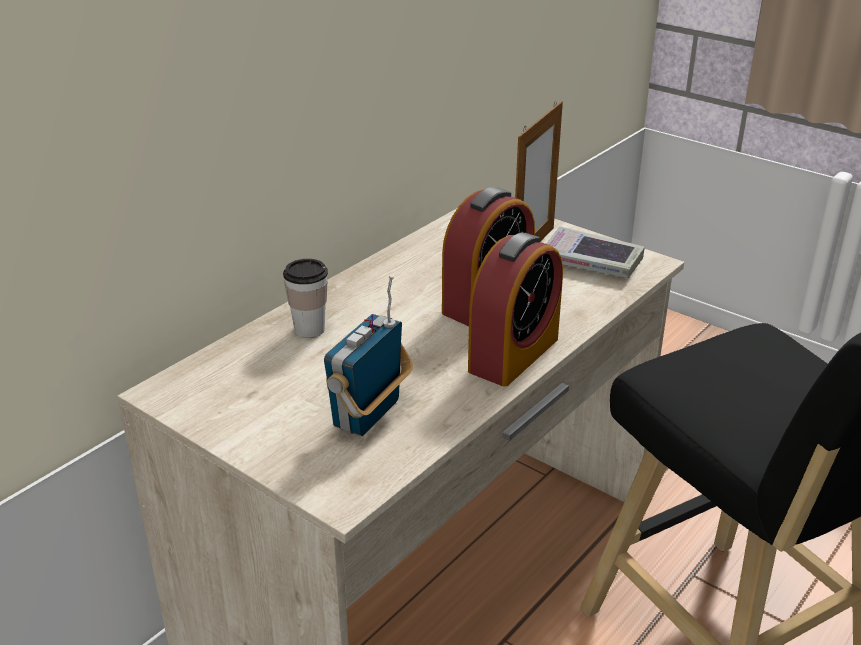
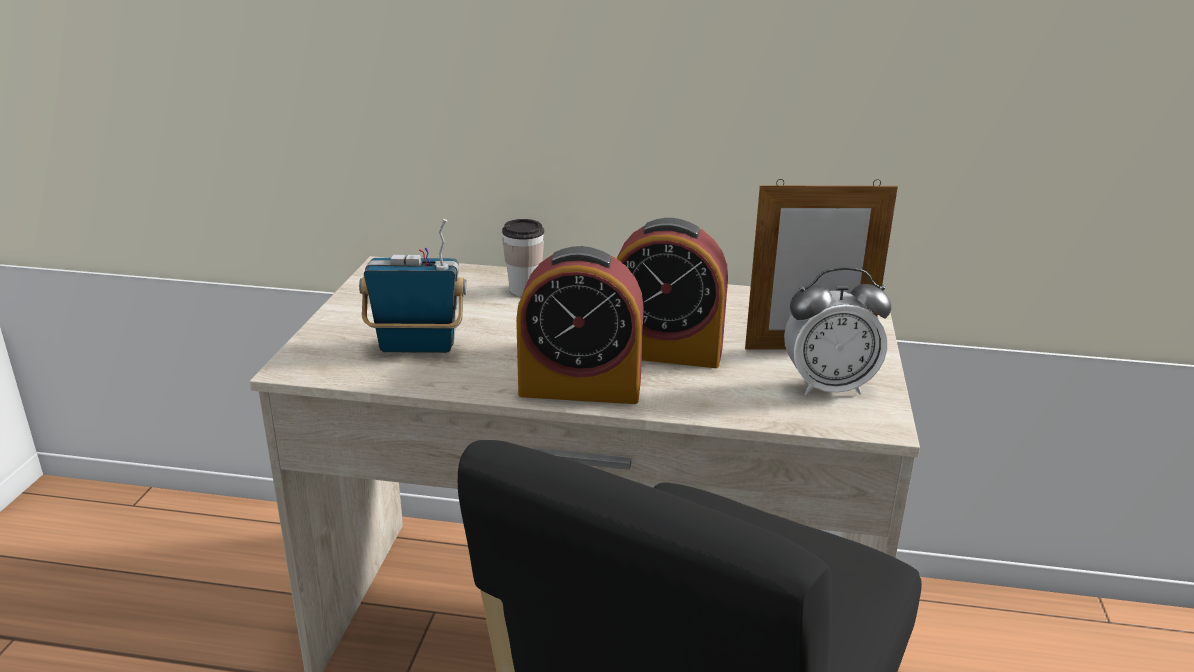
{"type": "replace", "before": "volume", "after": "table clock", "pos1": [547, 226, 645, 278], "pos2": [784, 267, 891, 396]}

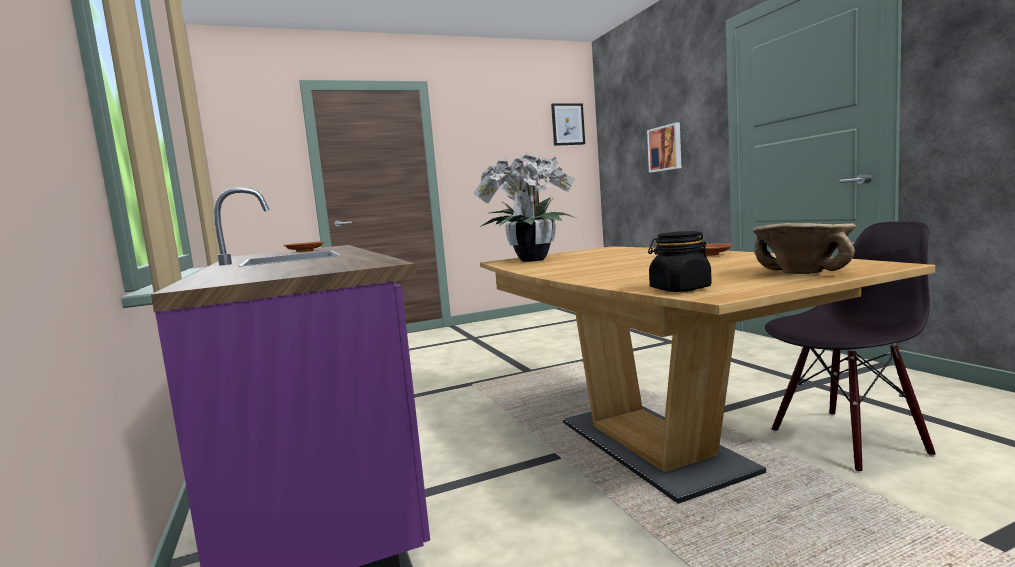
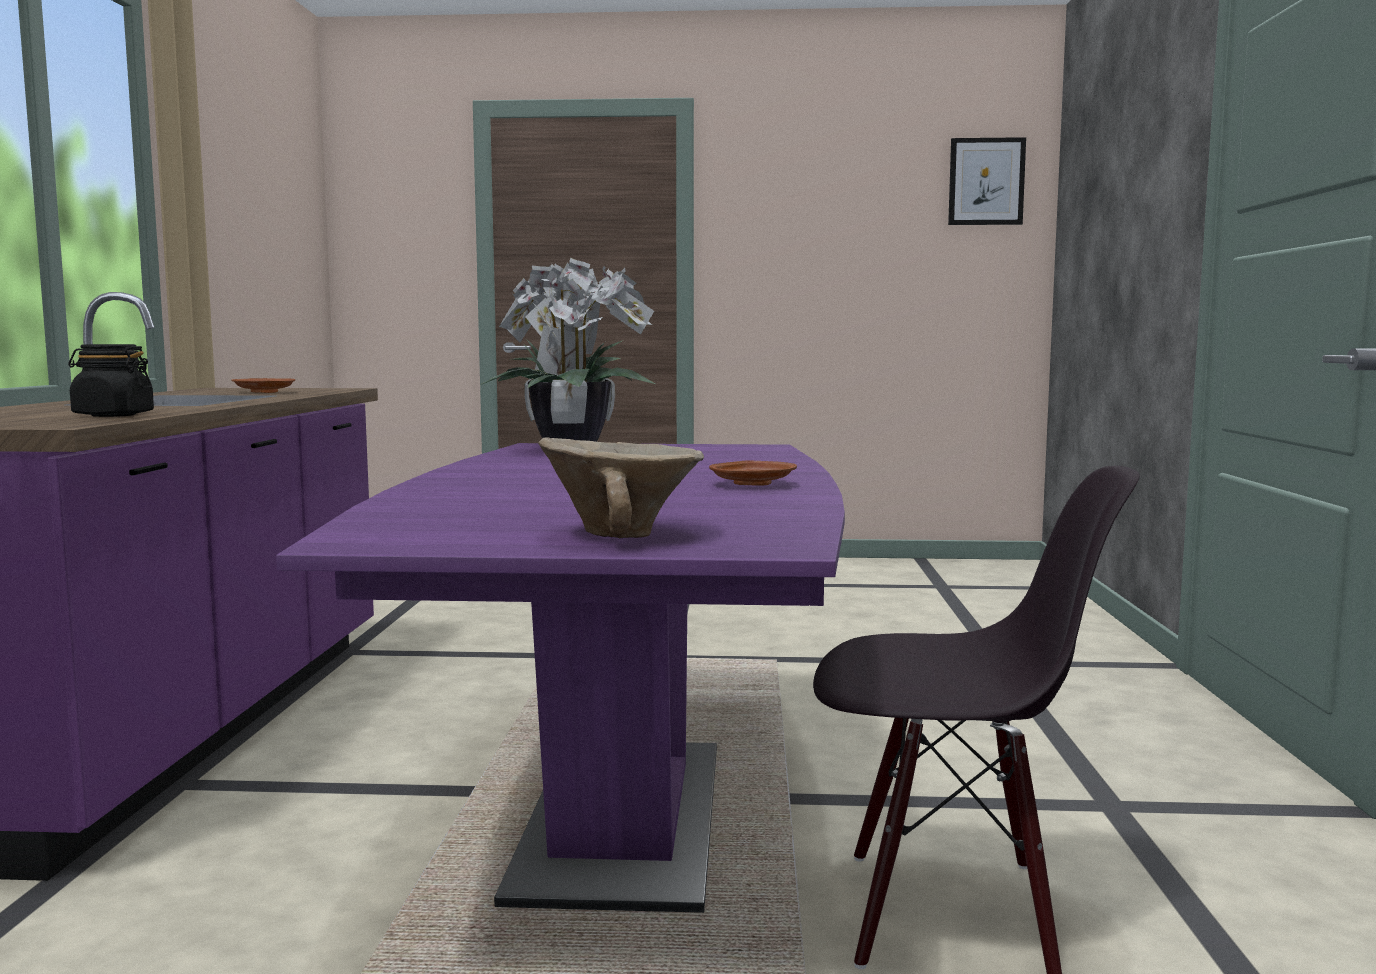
{"type": "recolor", "before": "kitchen table in brown", "after": "kitchen table in purple", "pos1": [480, 246, 935, 504], "pos2": [276, 443, 845, 913]}
{"type": "delete", "before": "wall art", "pos1": [647, 123, 681, 173]}
{"type": "move", "before": "jar in black", "pos1": [648, 231, 712, 292], "pos2": [68, 344, 154, 417]}

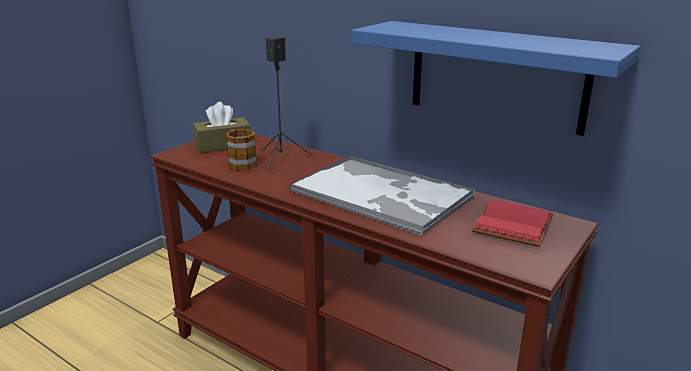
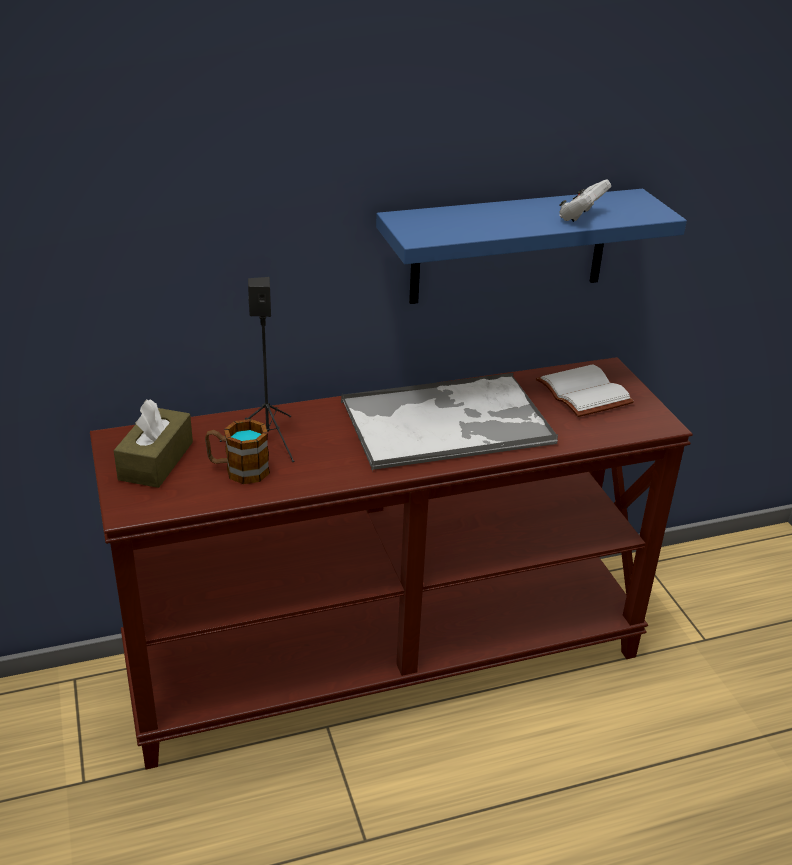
{"type": "recolor", "before": "volume in red-coloured", "after": "volume in white-coloured", "pos1": [472, 200, 554, 247], "pos2": [536, 364, 634, 417]}
{"type": "insert", "after": "game controller in white-coloured", "pos2": [559, 180, 611, 222]}

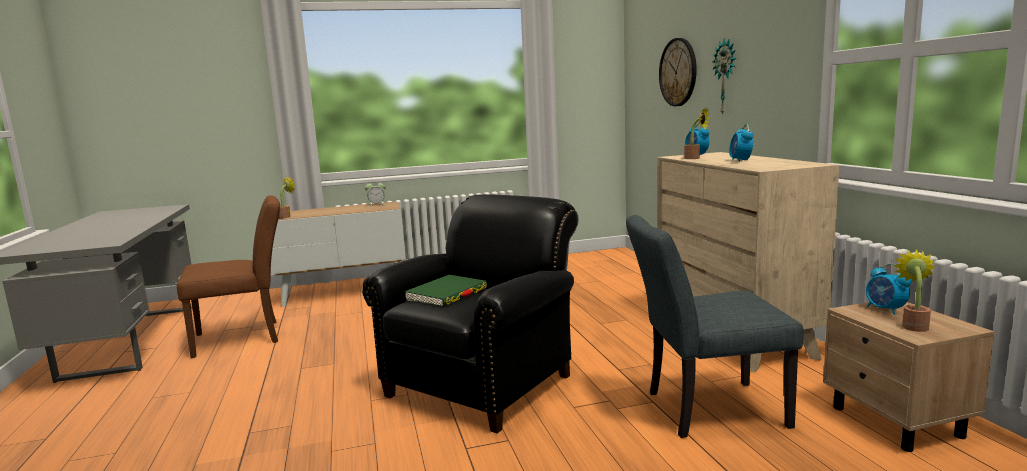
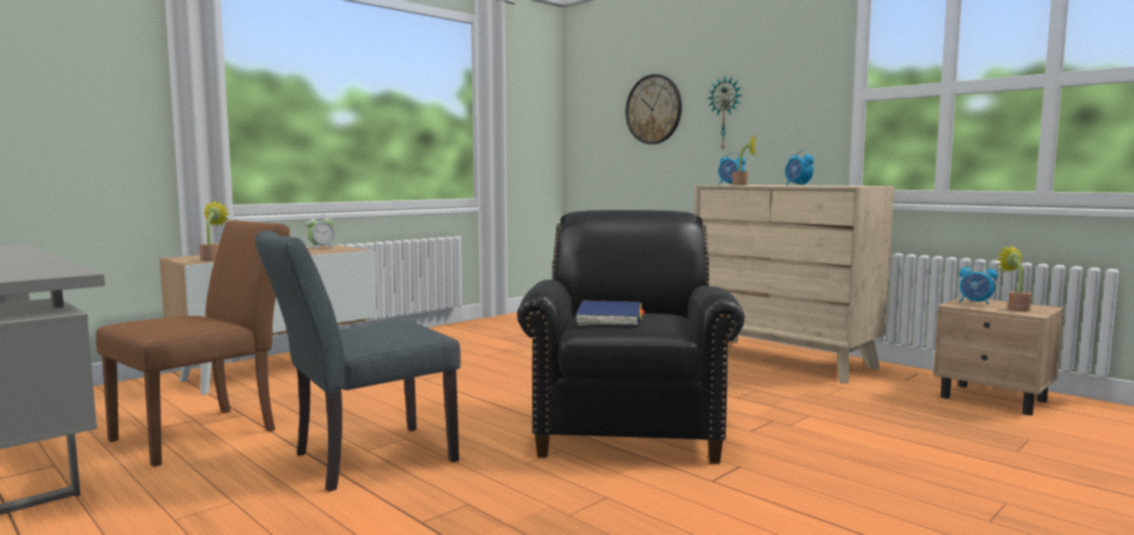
{"type": "recolor", "before": "volume in green", "after": "volume in blue-coloured", "pos1": [404, 275, 487, 306], "pos2": [576, 300, 645, 326]}
{"type": "move", "before": "chair in gray", "pos1": [626, 215, 803, 438], "pos2": [255, 231, 461, 492]}

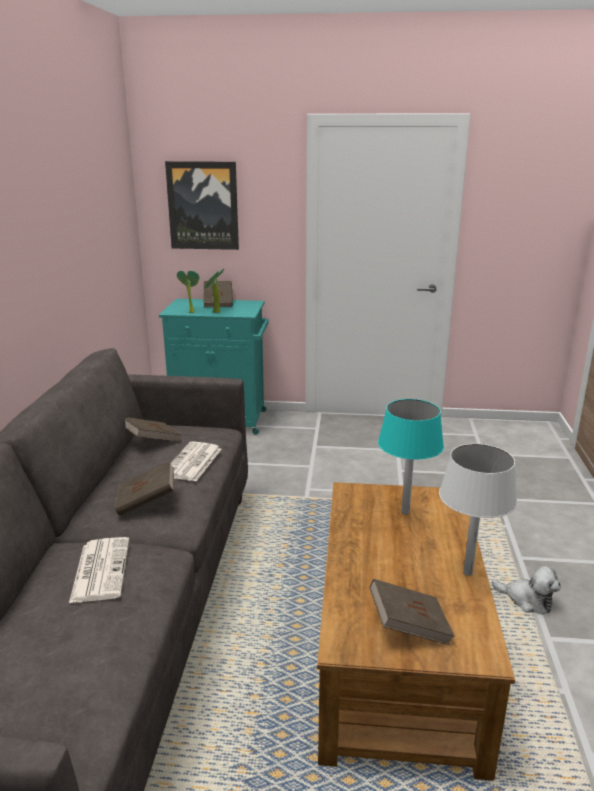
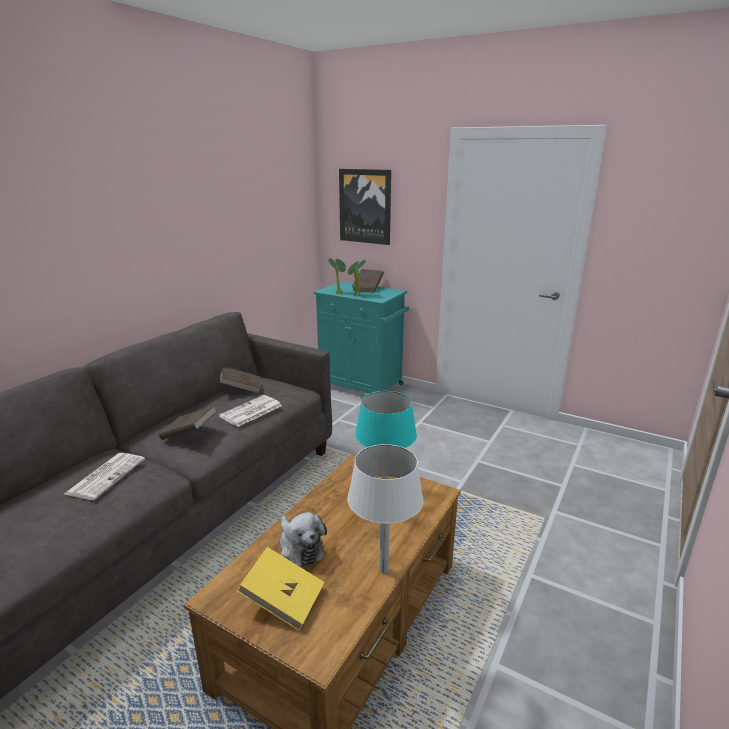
{"type": "recolor", "before": "volume in brown", "after": "volume in yellow", "pos1": [370, 579, 455, 645], "pos2": [237, 547, 325, 631]}
{"type": "move", "before": "cuddly toy", "pos1": [492, 566, 561, 614], "pos2": [280, 512, 327, 568]}

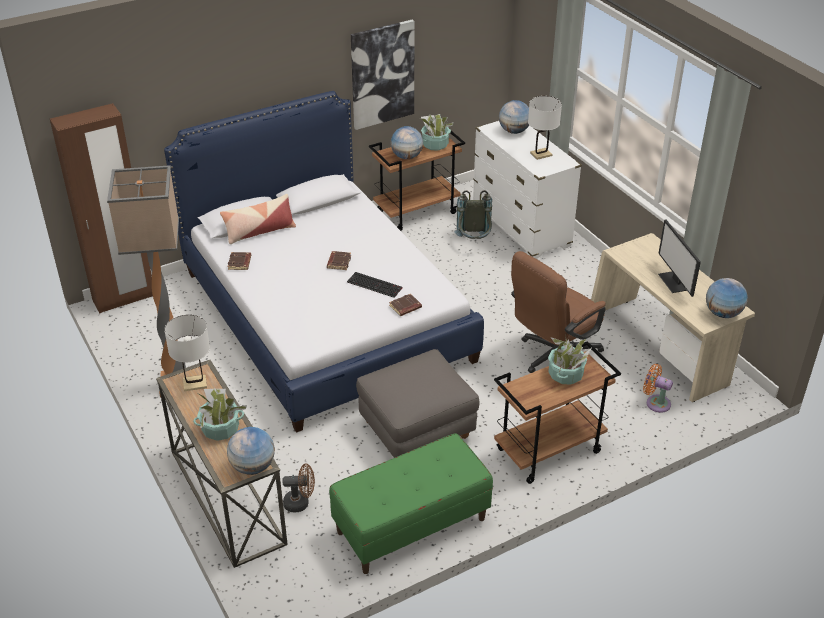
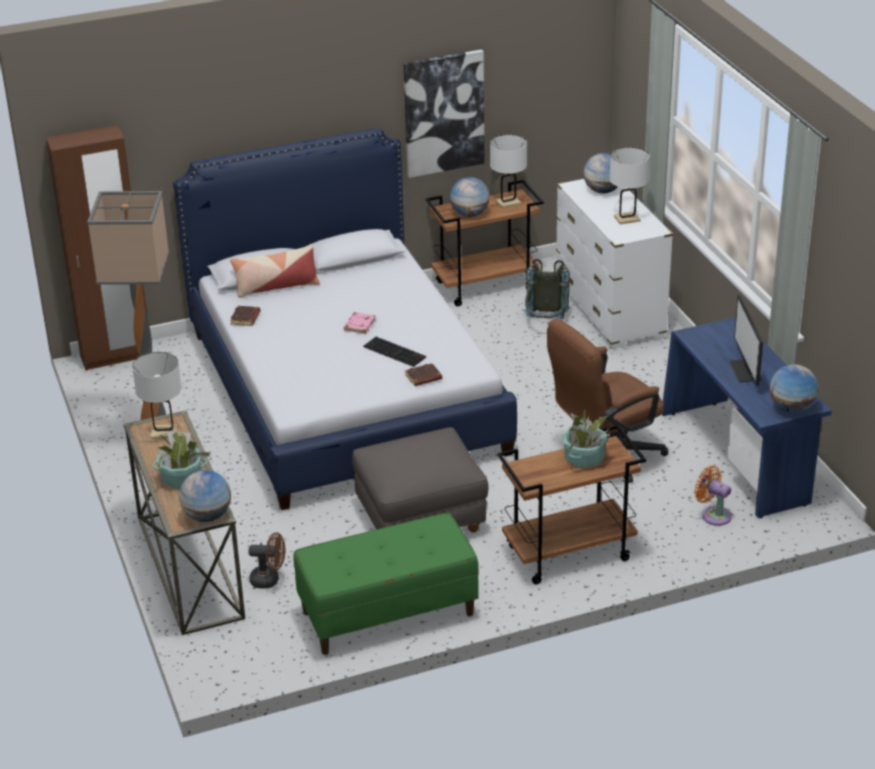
{"type": "recolor", "before": "volume in brown", "after": "volume in pink-coloured", "pos1": [327, 251, 351, 270], "pos2": [344, 312, 376, 334]}
{"type": "replace", "before": "potted plant", "after": "tabletop lamp in white-coloured", "pos1": [420, 114, 454, 150], "pos2": [490, 134, 527, 208]}
{"type": "recolor", "before": "desk unit in sand-coloured", "after": "desk unit in blue-coloured", "pos1": [591, 233, 755, 402], "pos2": [662, 317, 832, 518]}

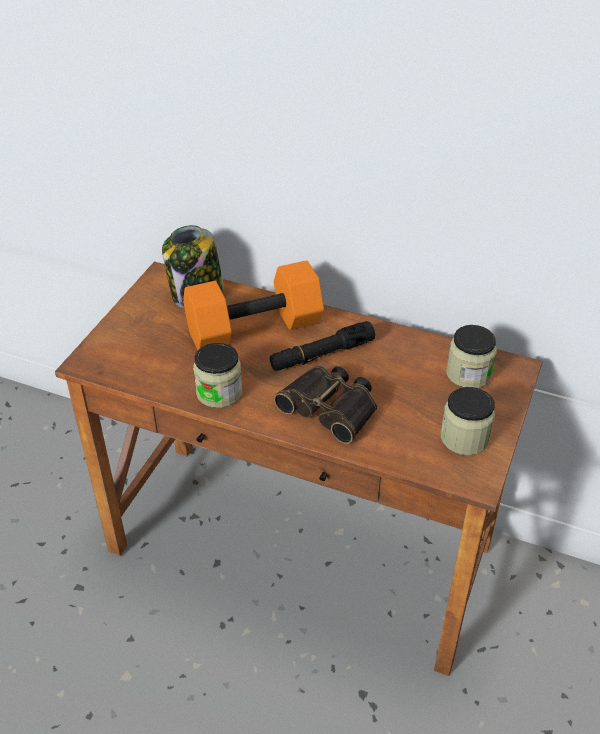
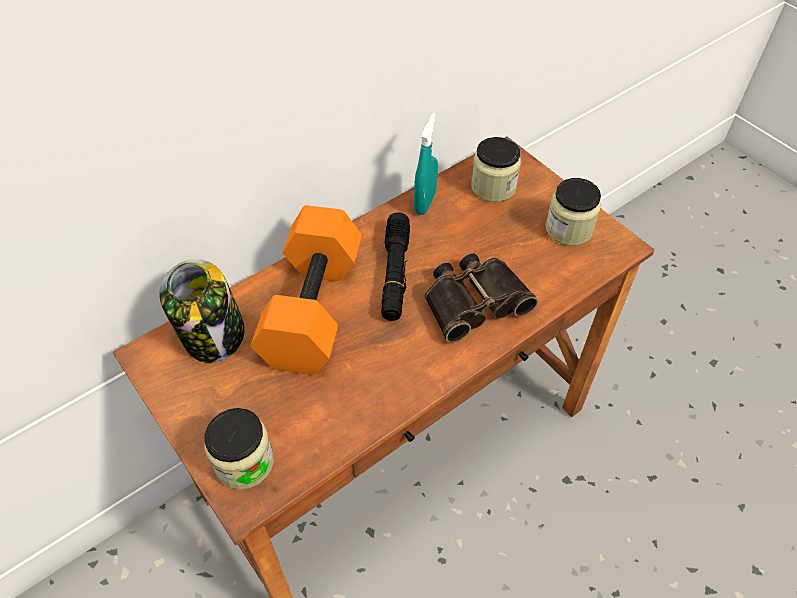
{"type": "move", "before": "jar", "pos1": [193, 343, 242, 408], "pos2": [204, 408, 274, 490]}
{"type": "insert", "after": "spray bottle in turquoise-coloured", "pos2": [414, 113, 438, 215]}

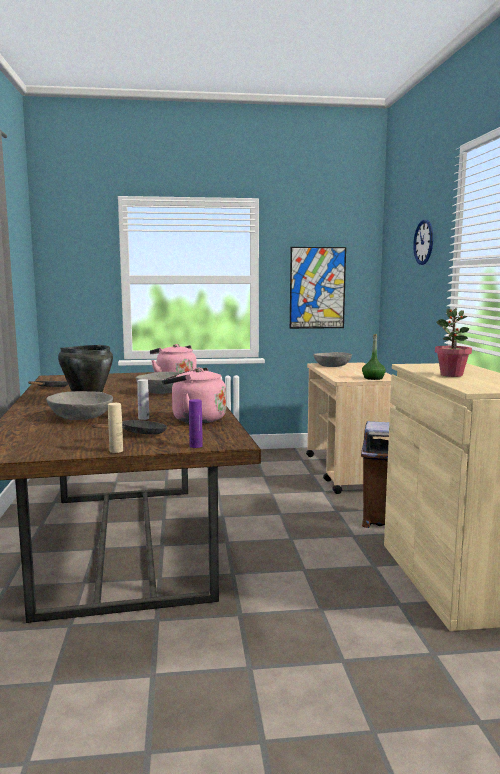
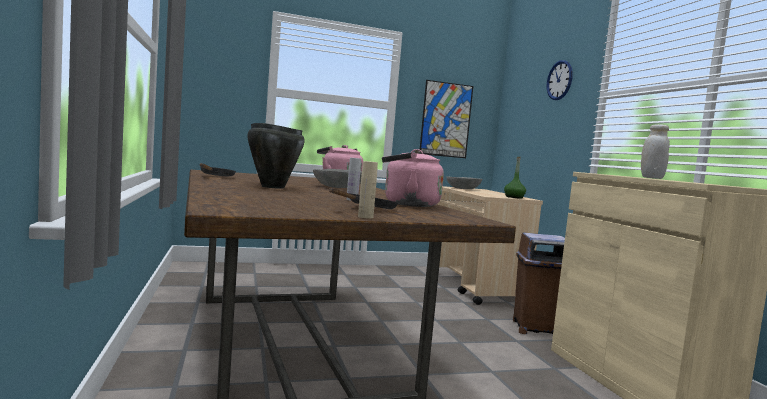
{"type": "delete", "before": "bowl in gray", "pos1": [46, 391, 113, 420]}
{"type": "delete", "before": "drink bottle in purple", "pos1": [189, 399, 203, 448]}
{"type": "replace", "before": "potted plant", "after": "jar in white-coloured", "pos1": [435, 308, 472, 377], "pos2": [641, 124, 670, 179]}

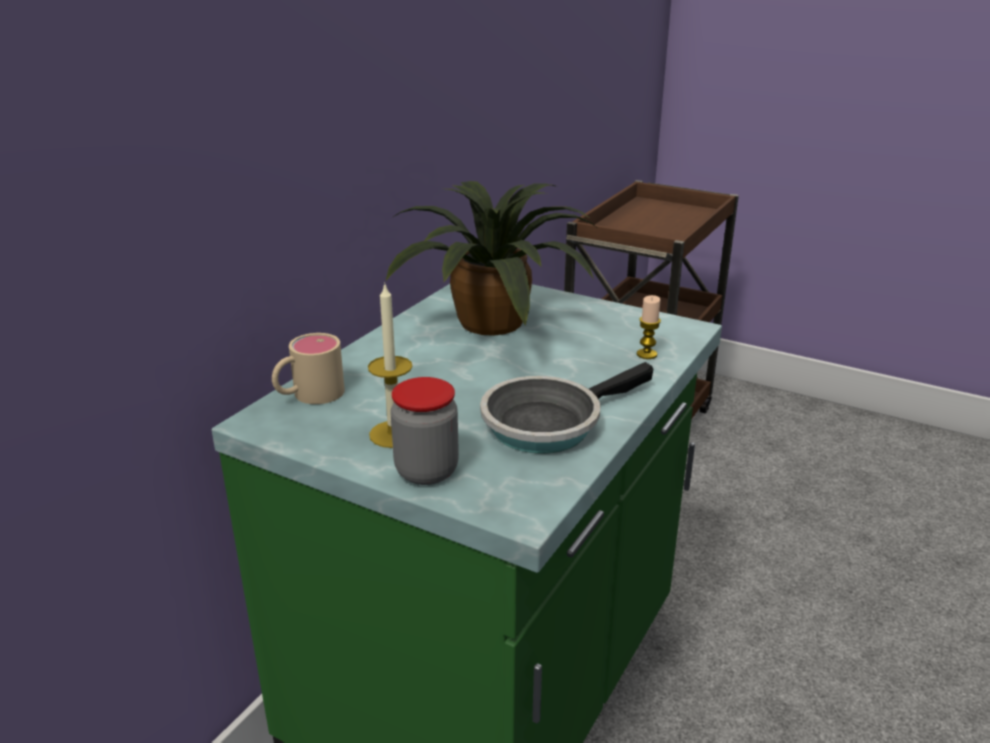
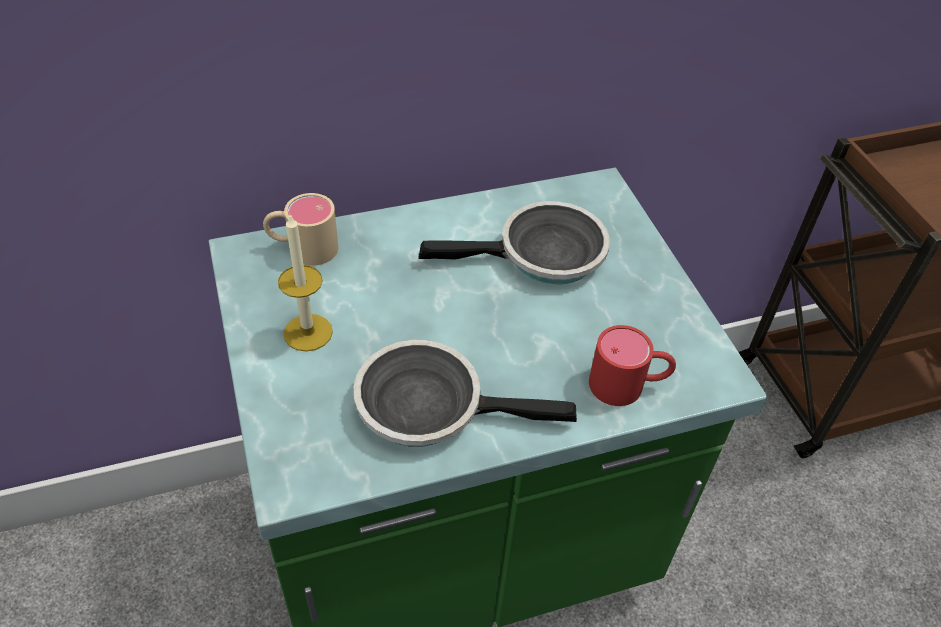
{"type": "replace", "before": "potted plant", "after": "frying pan", "pos1": [386, 181, 596, 336], "pos2": [419, 201, 610, 284]}
{"type": "delete", "before": "jar", "pos1": [391, 377, 459, 485]}
{"type": "replace", "before": "wax light", "after": "mug in red-coloured", "pos1": [637, 295, 661, 359], "pos2": [589, 325, 676, 406]}

